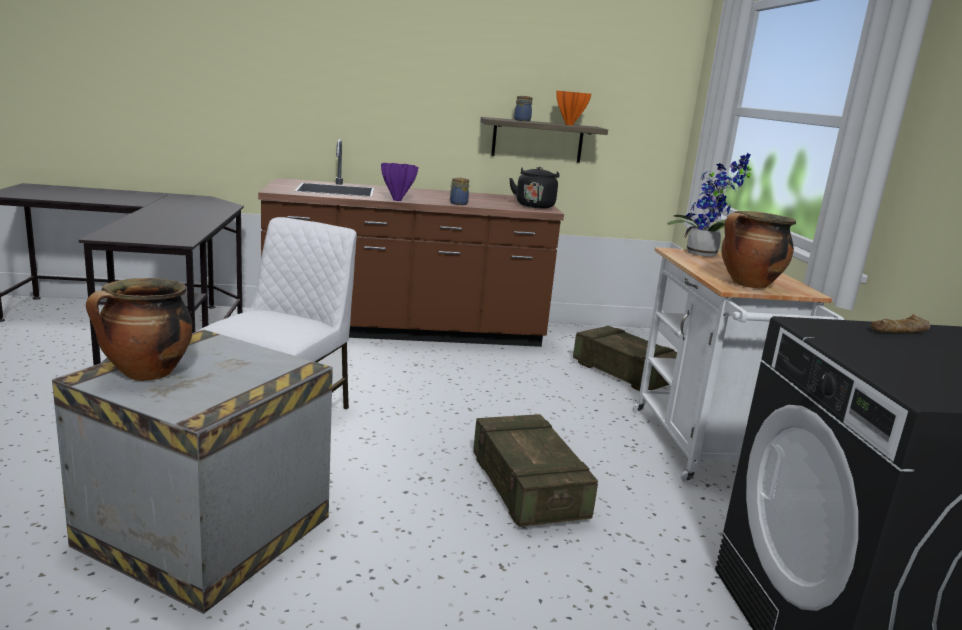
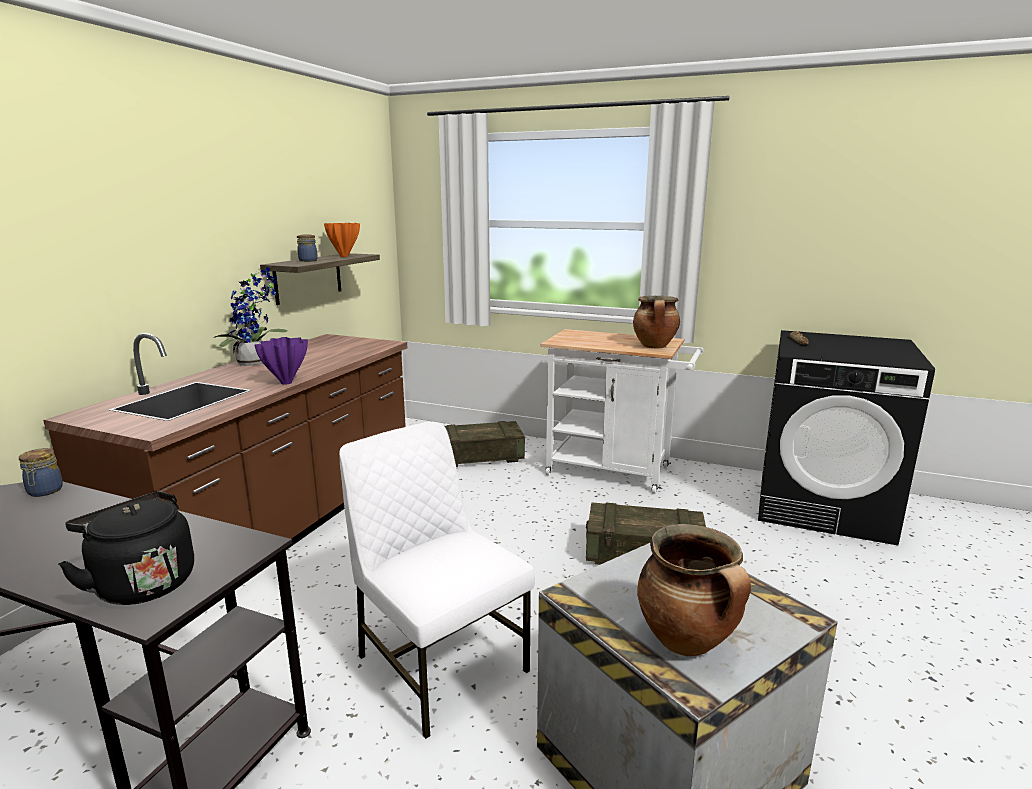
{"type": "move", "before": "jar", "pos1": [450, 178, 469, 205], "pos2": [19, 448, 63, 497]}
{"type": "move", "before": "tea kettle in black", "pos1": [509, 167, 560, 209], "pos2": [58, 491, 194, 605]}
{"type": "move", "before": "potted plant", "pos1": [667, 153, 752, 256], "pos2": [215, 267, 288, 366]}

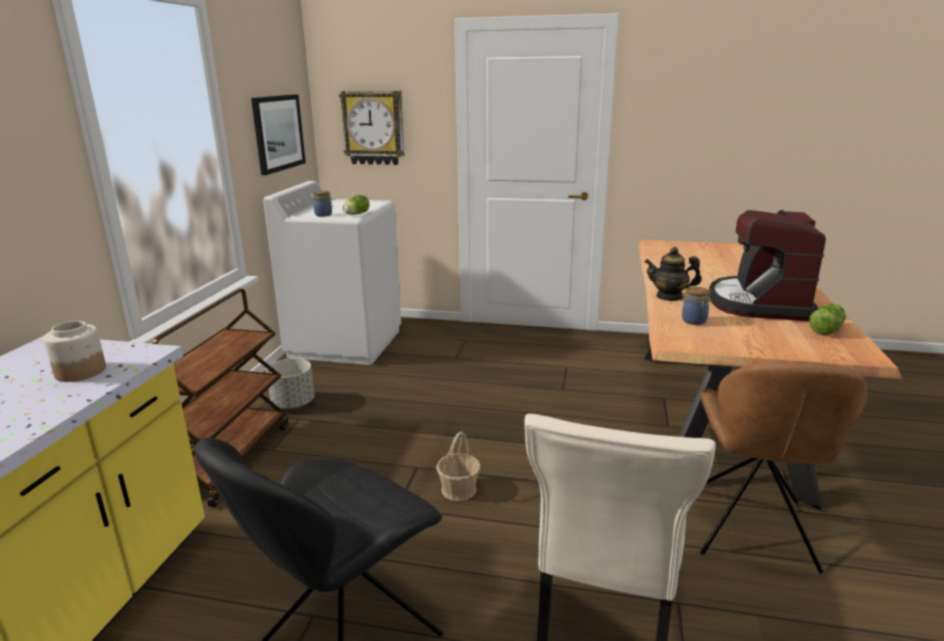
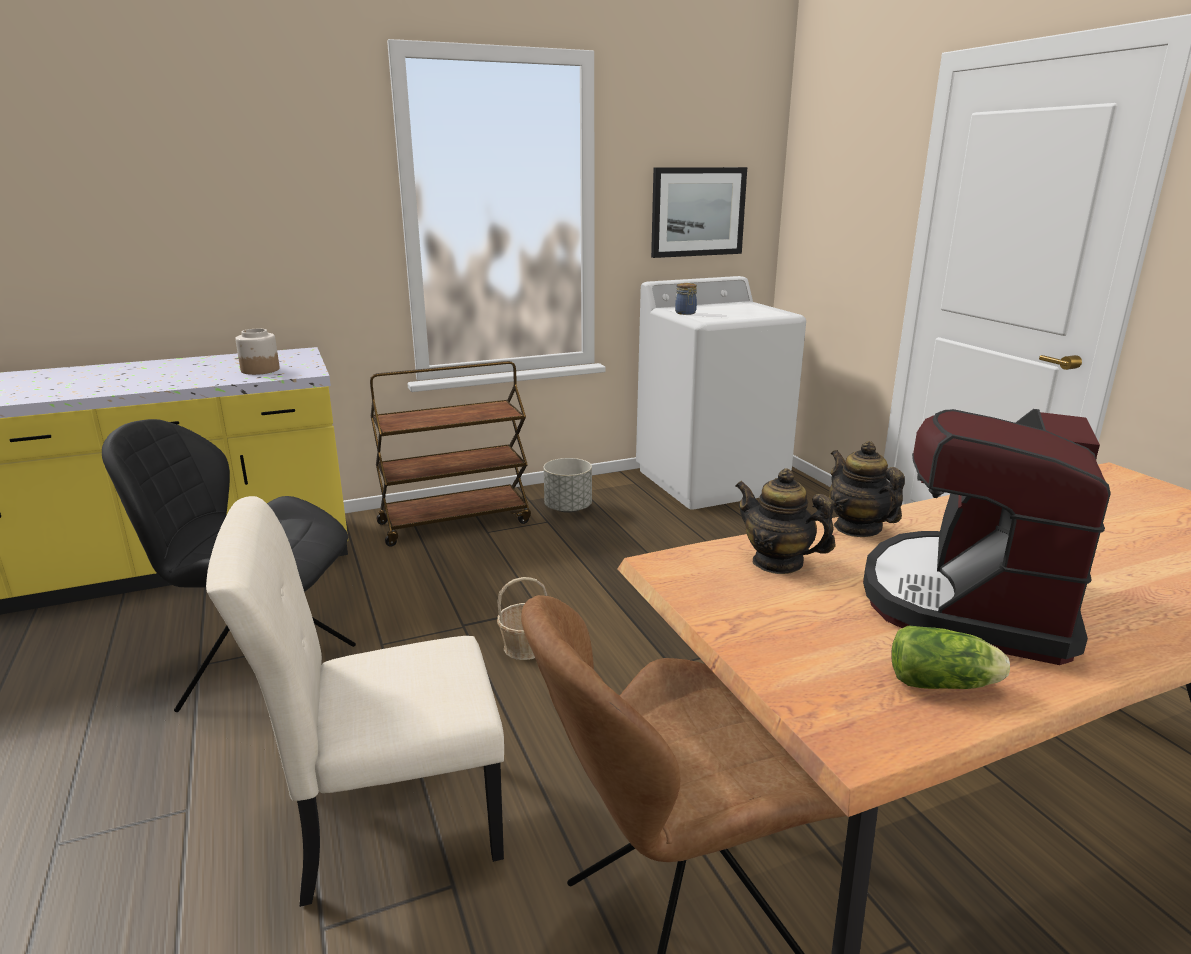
{"type": "delete", "before": "hanging clock", "pos1": [339, 91, 405, 165]}
{"type": "delete", "before": "lettuce head", "pos1": [343, 195, 370, 215]}
{"type": "replace", "before": "jar", "after": "tea pot", "pos1": [682, 287, 710, 325], "pos2": [736, 468, 836, 574]}
{"type": "rotate", "before": "coffee brewer", "pos1": [709, 210, 826, 321], "pos2": [863, 409, 1111, 665], "turn": -45}

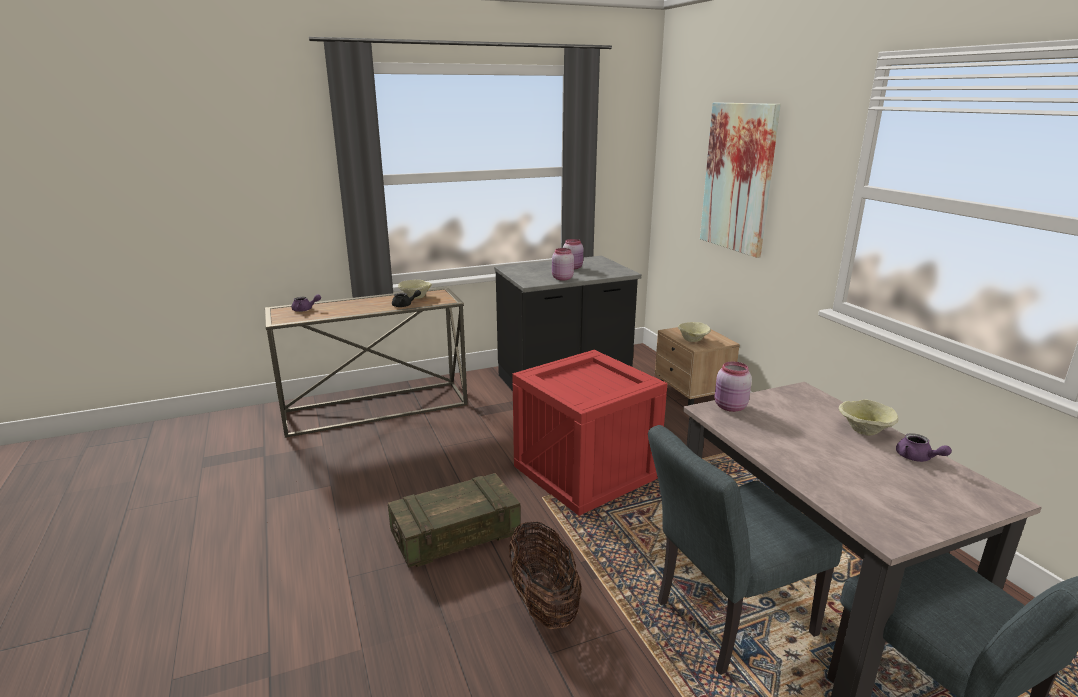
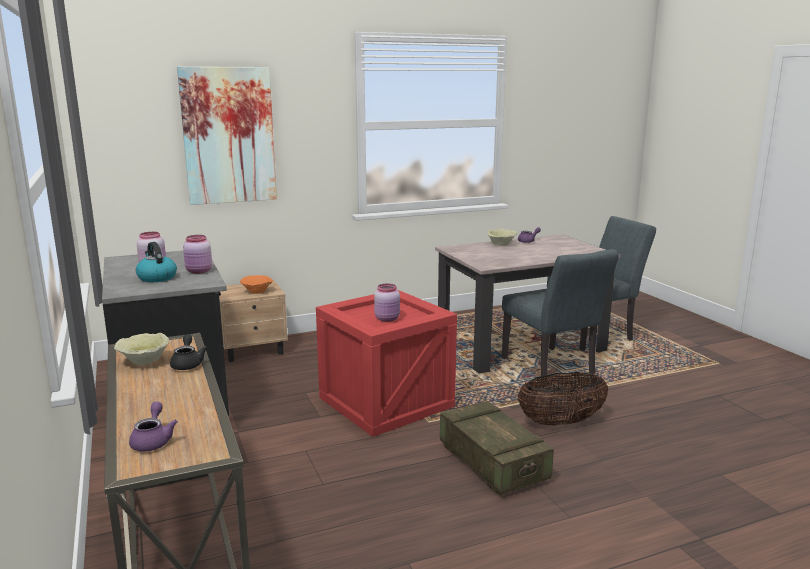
{"type": "recolor", "before": "bowl in sand-coloured", "after": "bowl in orange-coloured", "pos1": [678, 322, 711, 342], "pos2": [240, 275, 273, 294]}
{"type": "move", "before": "jar in pink-coloured", "pos1": [715, 362, 752, 412], "pos2": [374, 284, 400, 322]}
{"type": "insert", "after": "tea kettle", "pos2": [136, 242, 177, 282]}

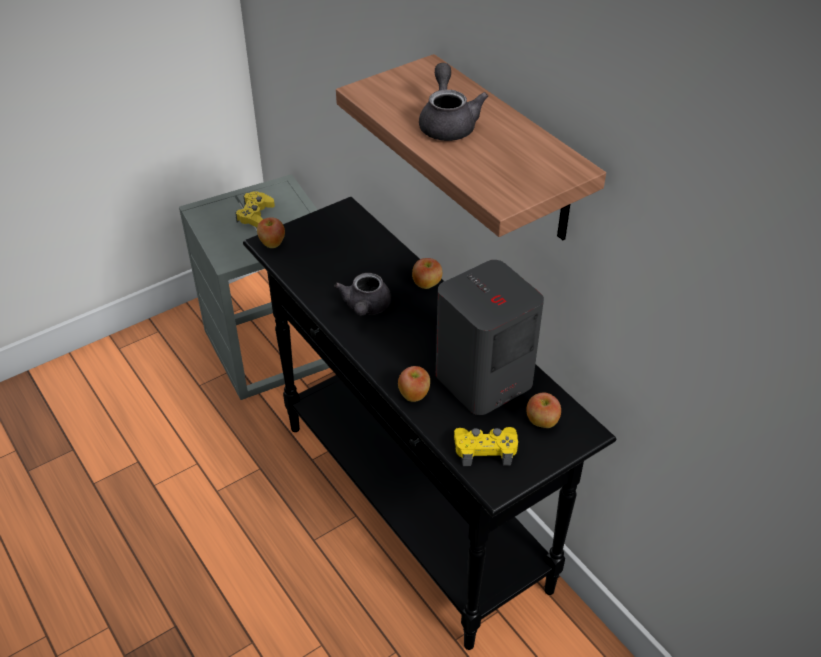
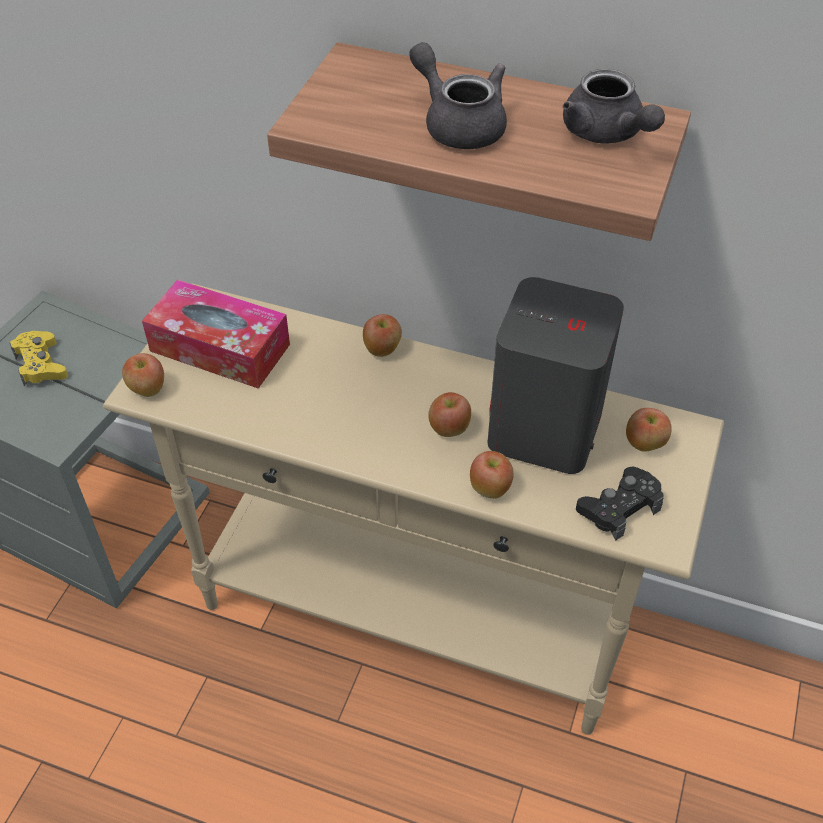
{"type": "recolor", "before": "hall table in black", "after": "hall table in sand-coloured", "pos1": [243, 197, 616, 650], "pos2": [103, 284, 724, 735]}
{"type": "move", "before": "tea pot in gray", "pos1": [334, 273, 391, 316], "pos2": [563, 69, 665, 144]}
{"type": "recolor", "before": "game controller in yellow", "after": "game controller in black", "pos1": [454, 427, 518, 466], "pos2": [576, 466, 664, 540]}
{"type": "insert", "after": "box of tissues", "pos2": [142, 279, 290, 389]}
{"type": "insert", "after": "apple fruit", "pos2": [429, 392, 471, 437]}

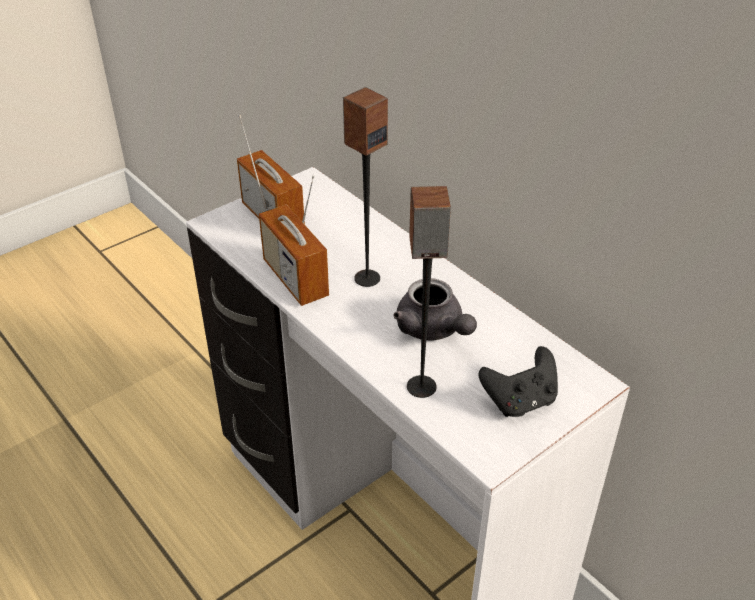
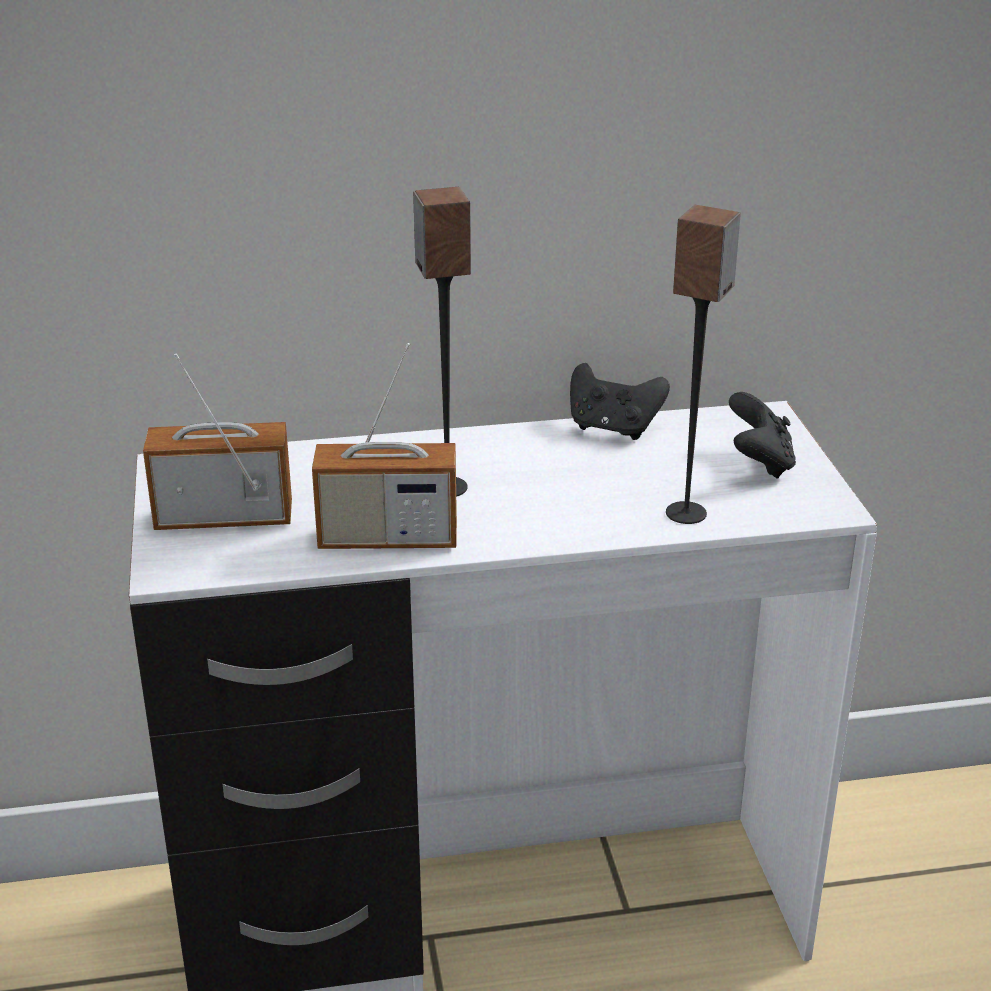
{"type": "delete", "before": "tea pot in gray", "pos1": [393, 278, 477, 341]}
{"type": "insert", "after": "game controller in black", "pos2": [570, 363, 670, 440]}

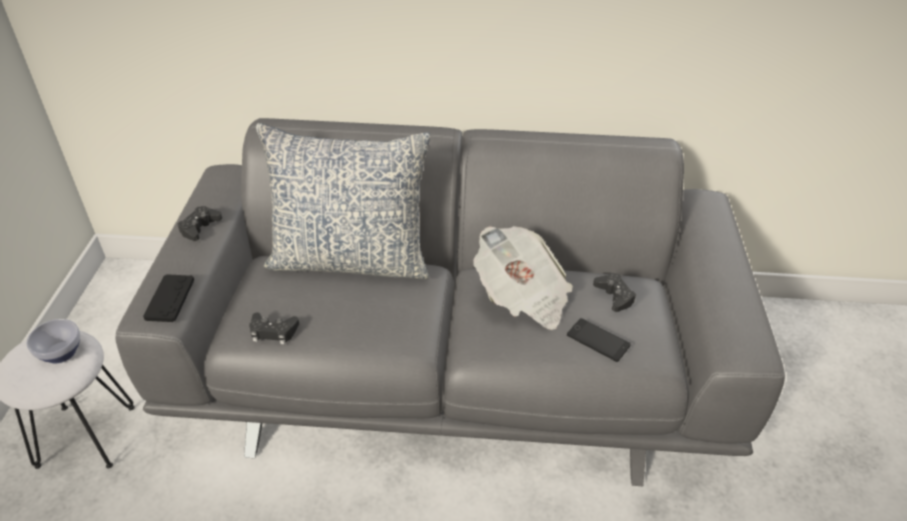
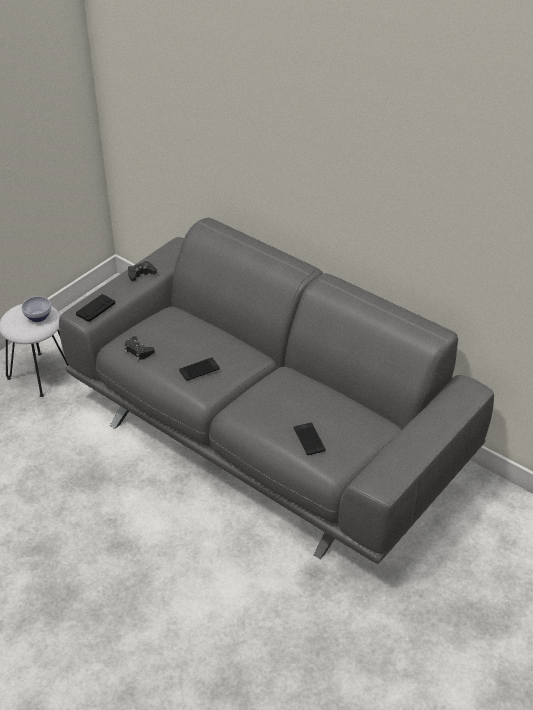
{"type": "delete", "before": "pillow", "pos1": [256, 123, 431, 279]}
{"type": "delete", "before": "daily paper", "pos1": [473, 226, 573, 330]}
{"type": "delete", "before": "game controller in black", "pos1": [593, 273, 636, 312]}
{"type": "insert", "after": "phone", "pos2": [179, 357, 220, 381]}

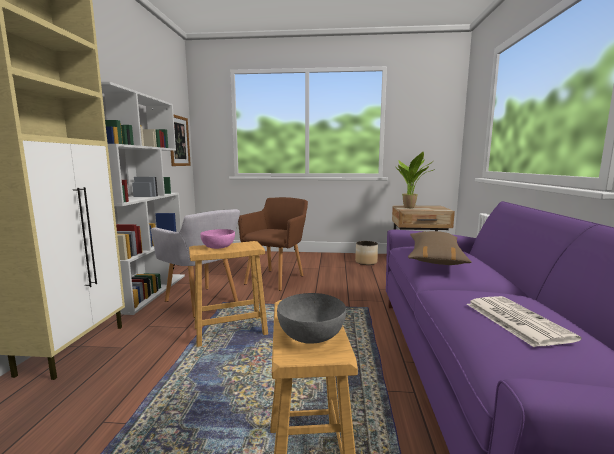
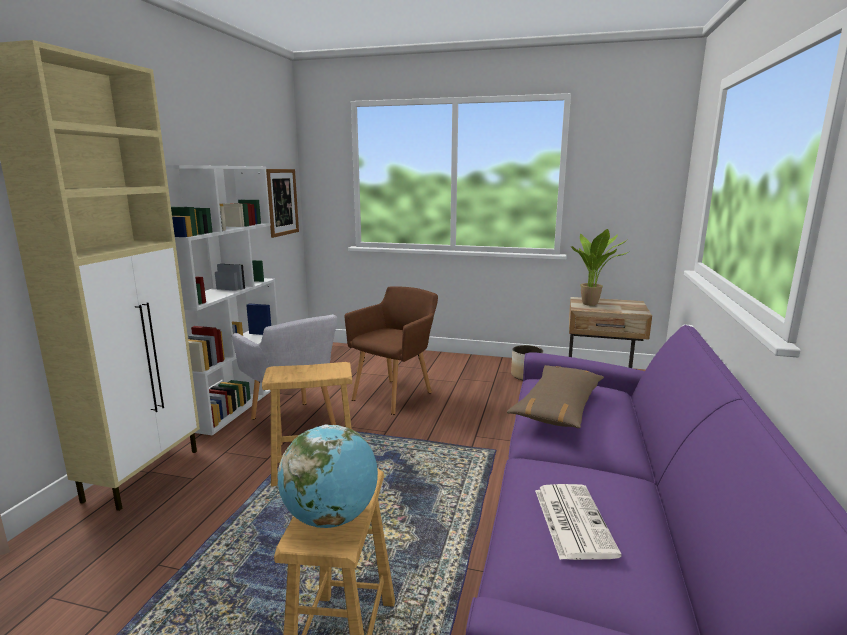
{"type": "delete", "before": "bowl in pink-coloured", "pos1": [200, 229, 235, 249]}
{"type": "replace", "before": "bowl in gray", "after": "desk globe", "pos1": [277, 293, 346, 344], "pos2": [277, 424, 378, 528]}

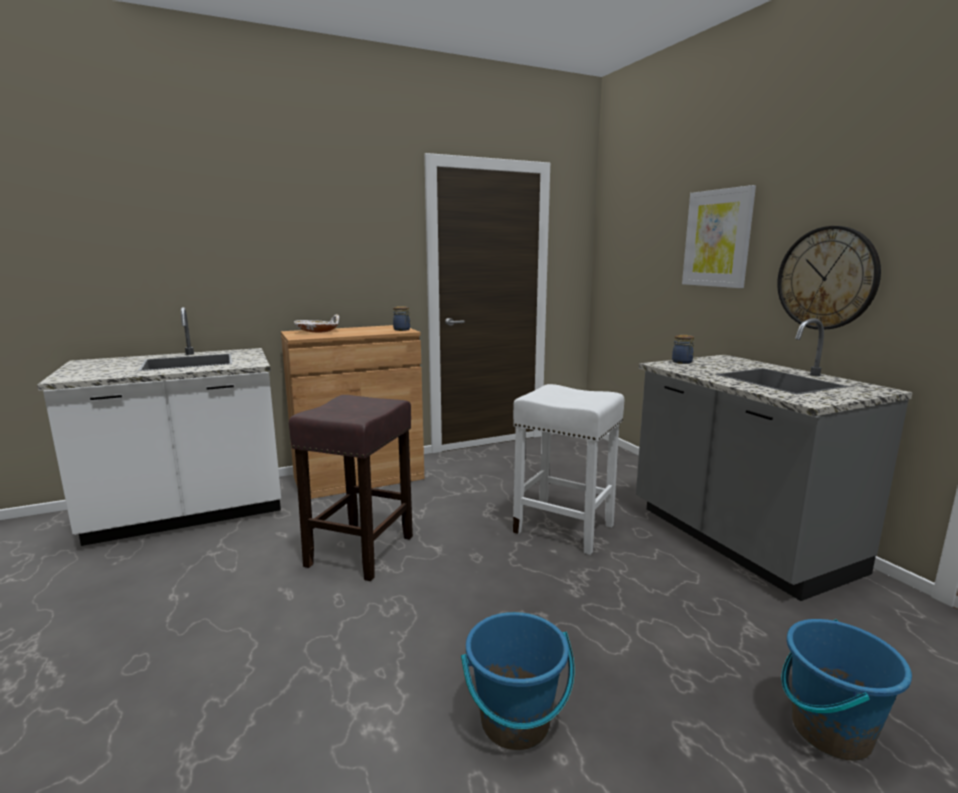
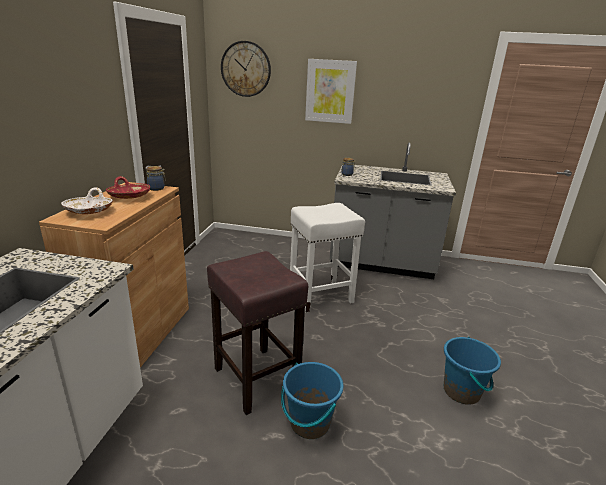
{"type": "move", "before": "hanging clock", "pos1": [777, 226, 881, 330], "pos2": [221, 41, 271, 97]}
{"type": "move", "before": "water bucket in blue-coloured", "pos1": [781, 619, 912, 761], "pos2": [281, 362, 343, 439]}
{"type": "insert", "after": "bowl in red-coloured", "pos2": [106, 176, 150, 199]}

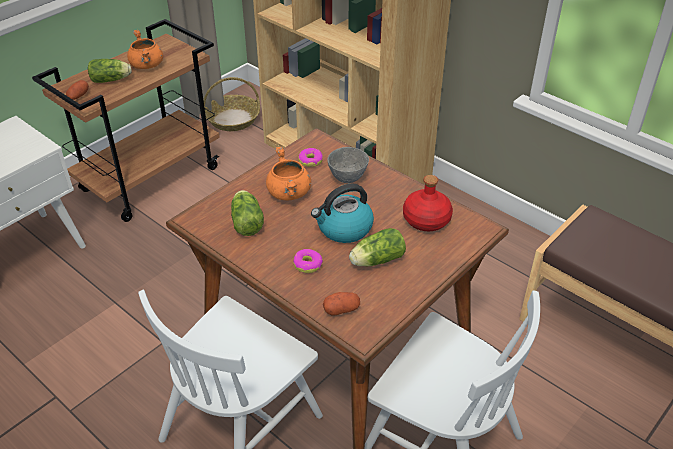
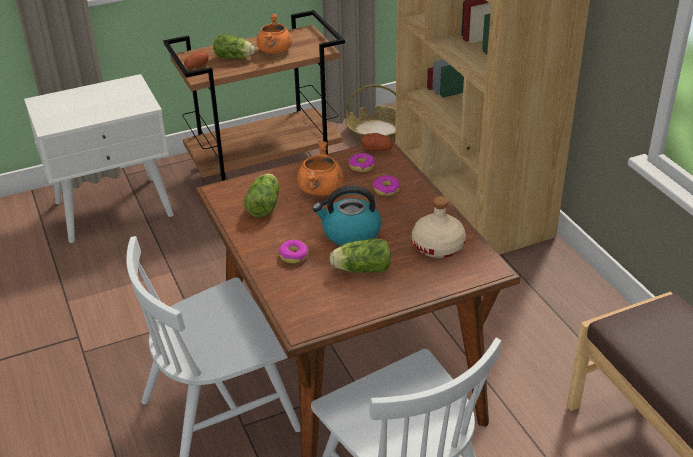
{"type": "move", "before": "potato", "pos1": [323, 292, 360, 316], "pos2": [361, 133, 393, 151]}
{"type": "replace", "before": "bowl in gray", "after": "doughnut", "pos1": [327, 147, 369, 183], "pos2": [373, 175, 401, 196]}
{"type": "recolor", "before": "drink bottle in red-coloured", "after": "drink bottle in sand-coloured", "pos1": [403, 175, 453, 231], "pos2": [412, 196, 466, 258]}

